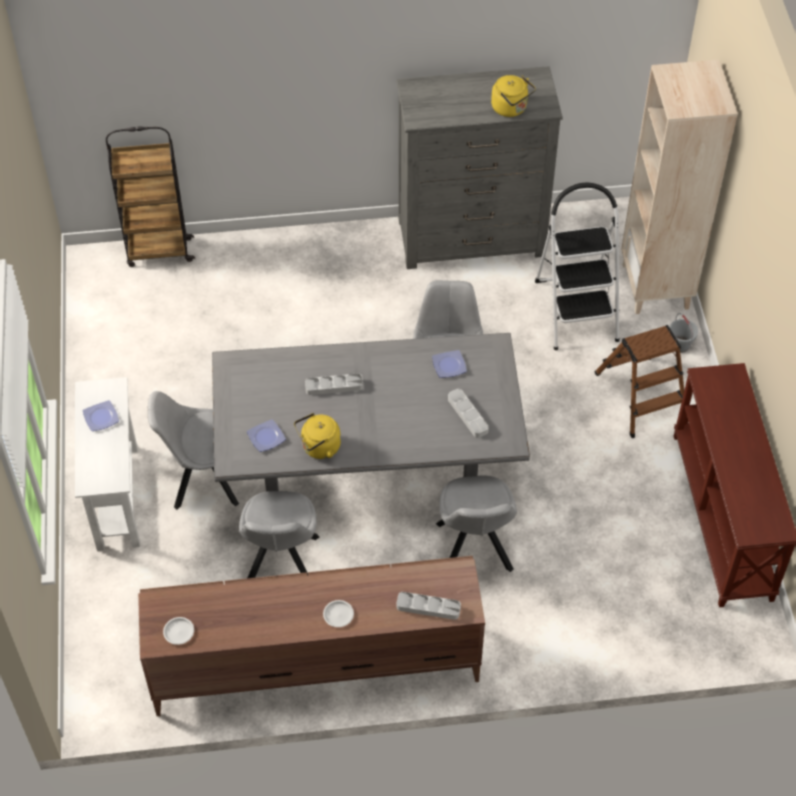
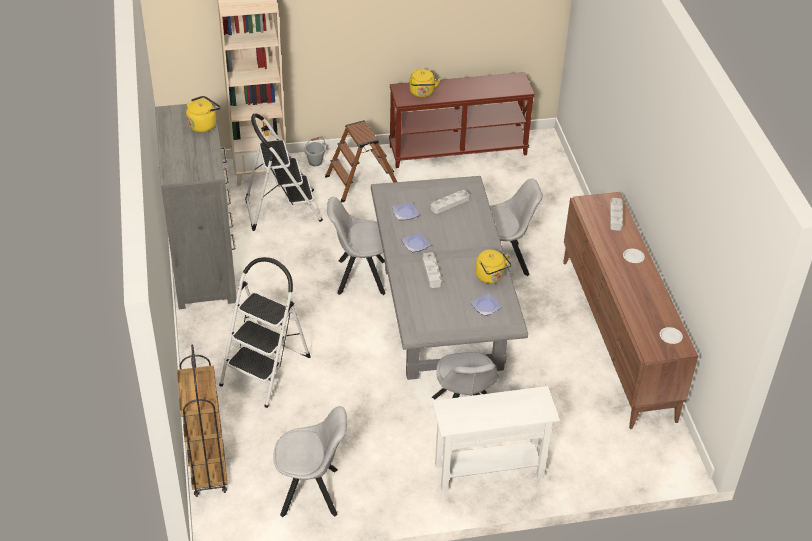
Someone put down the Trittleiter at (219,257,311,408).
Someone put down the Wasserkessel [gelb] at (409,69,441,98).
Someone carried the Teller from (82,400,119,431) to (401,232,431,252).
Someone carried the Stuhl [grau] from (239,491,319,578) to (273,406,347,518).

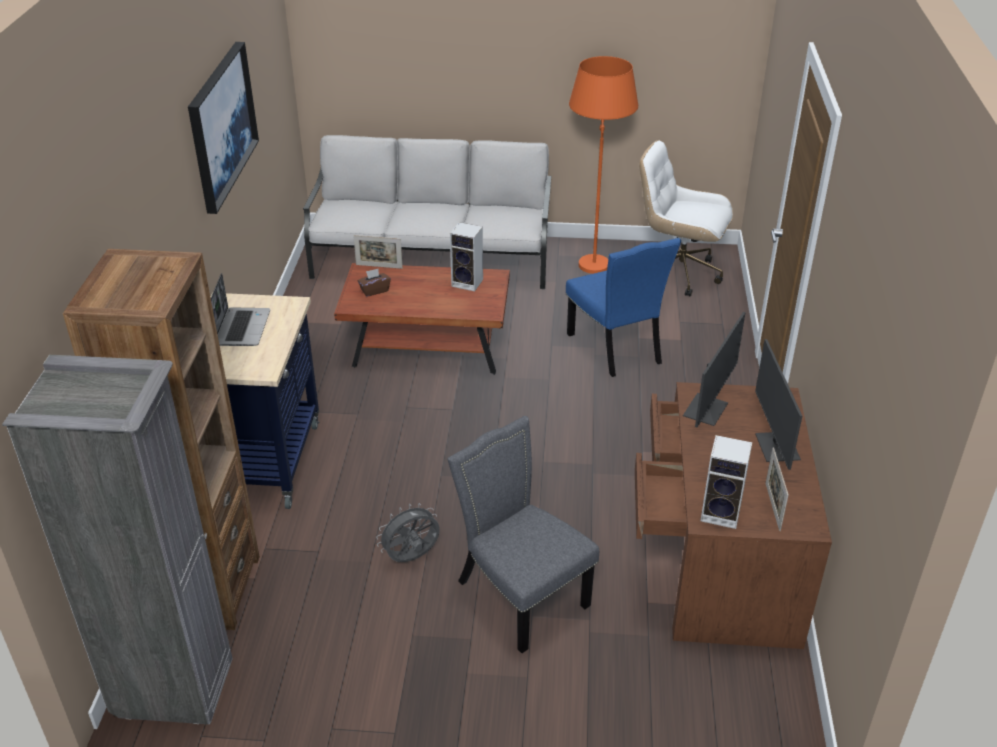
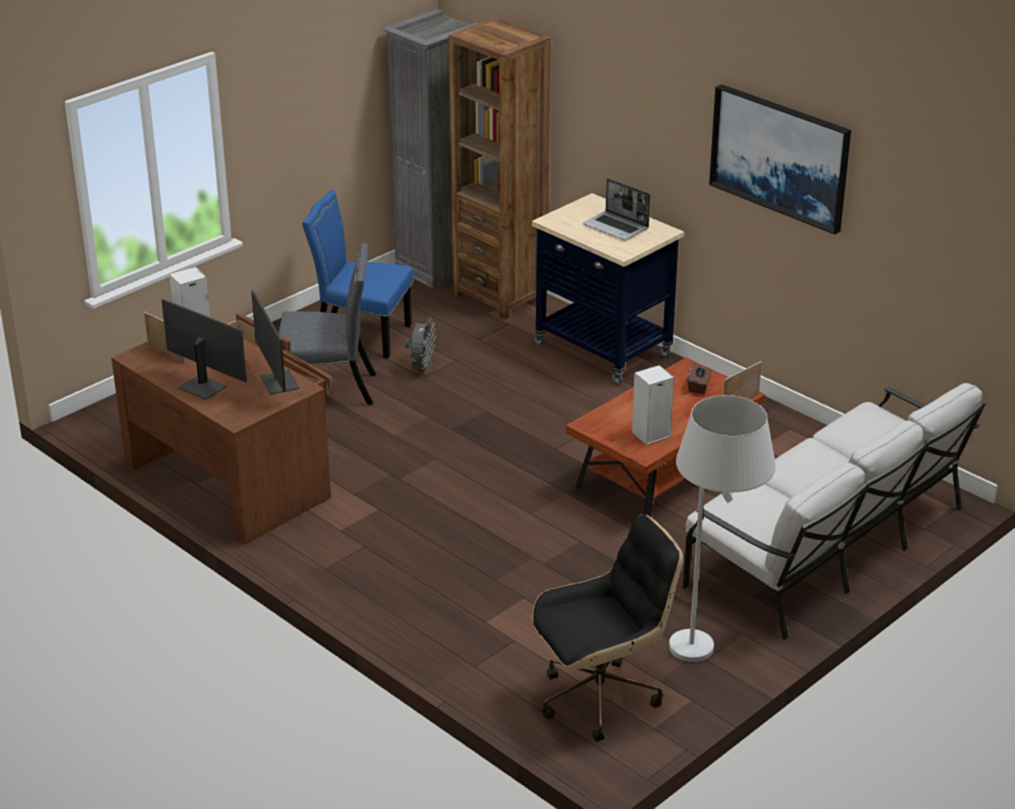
Someone carried the Stuhl [blau] from (565,238,681,377) to (302,190,414,359).
Someone repainted the Stehlampe [orange] at (569,56,638,274), which became the Stehlampe [weiß] at (669,395,776,662).
Someone repainted the Bürostuhl [weiß] at (639,140,733,297), which became the Bürostuhl [schwarz] at (532,514,683,742).

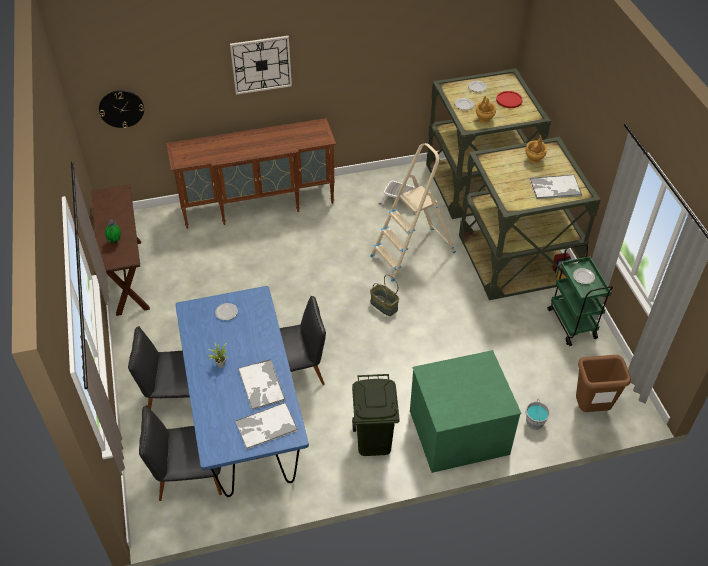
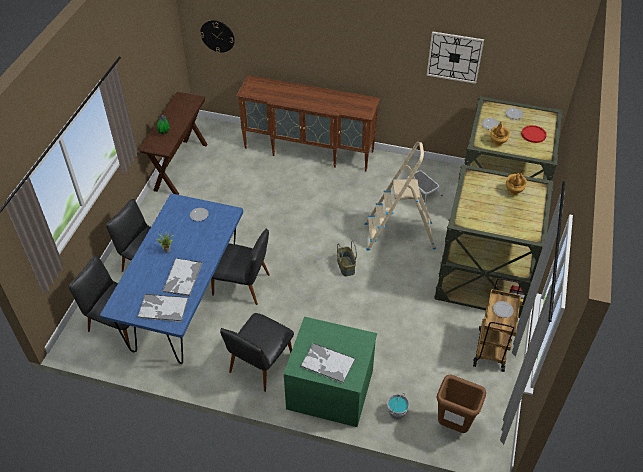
Someone carried the Wanduhr from (230,36,292,95) to (427,31,484,84).
Someone carried the Tablett from (529,175,582,199) to (300,343,355,384).
Someone swapped the Mülleimer [grün] at (352,374,400,456) for the Stuhl [schwarz] at (220,313,294,392).
Someone repainted the Rollwagen [grün] at (547,244,613,346), which became the Rollwagen [braun] at (473,278,521,372).

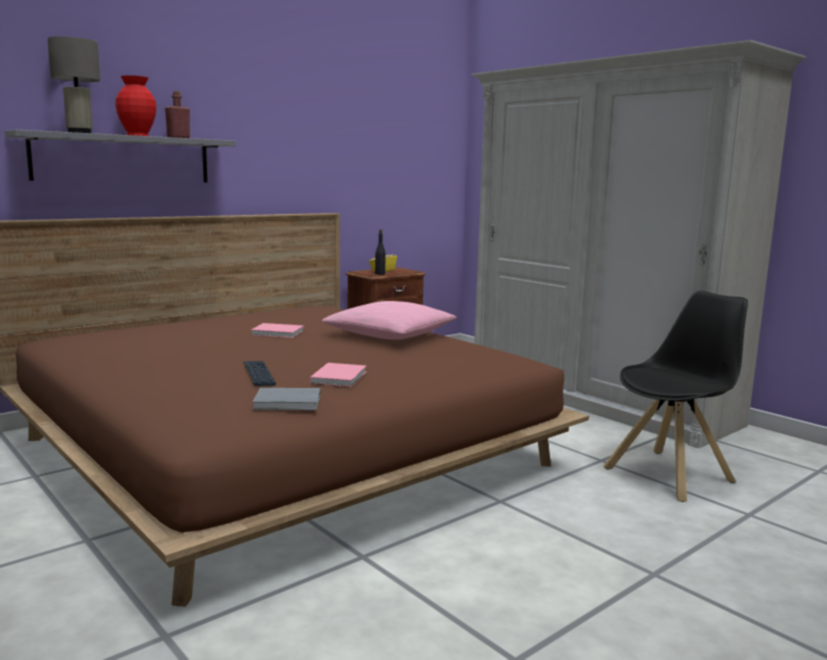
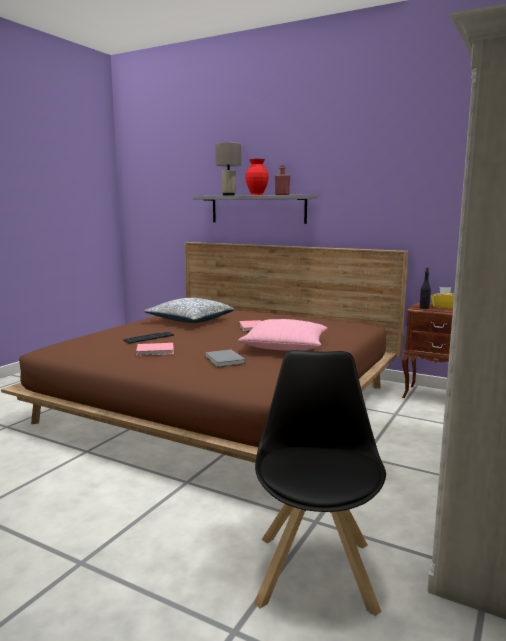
Someone put down the Kissen at (144,298,234,323).
Someone carried the Buch [grau] from (252,388,320,410) to (205,350,245,367).
Someone rotated the Stuhl [schwarz] at (604,291,748,502) by 120 degrees counterclockwise.

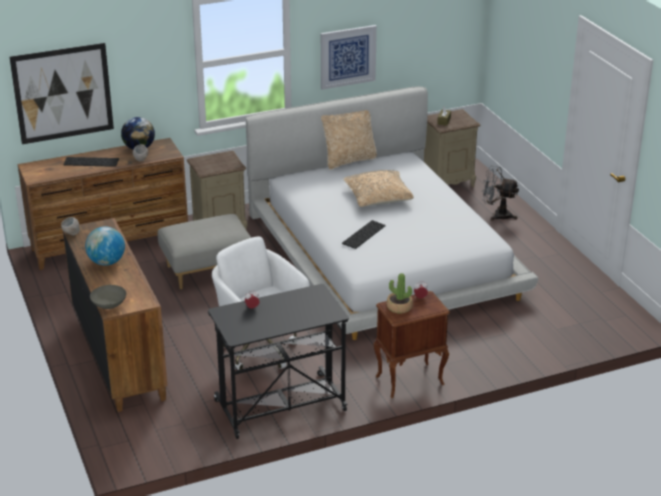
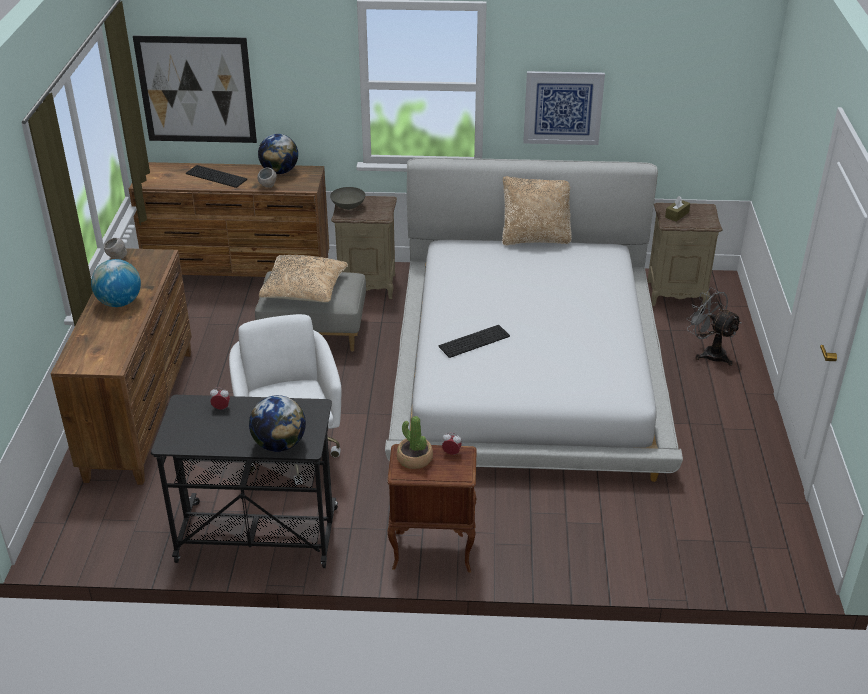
Someone put down the Globus at (249,395,306,452).
Someone carried the Schüssel [grau] from (90,285,126,309) to (330,187,365,210).
Someone carried the Kissen [beige] from (343,170,414,207) to (258,255,348,303).

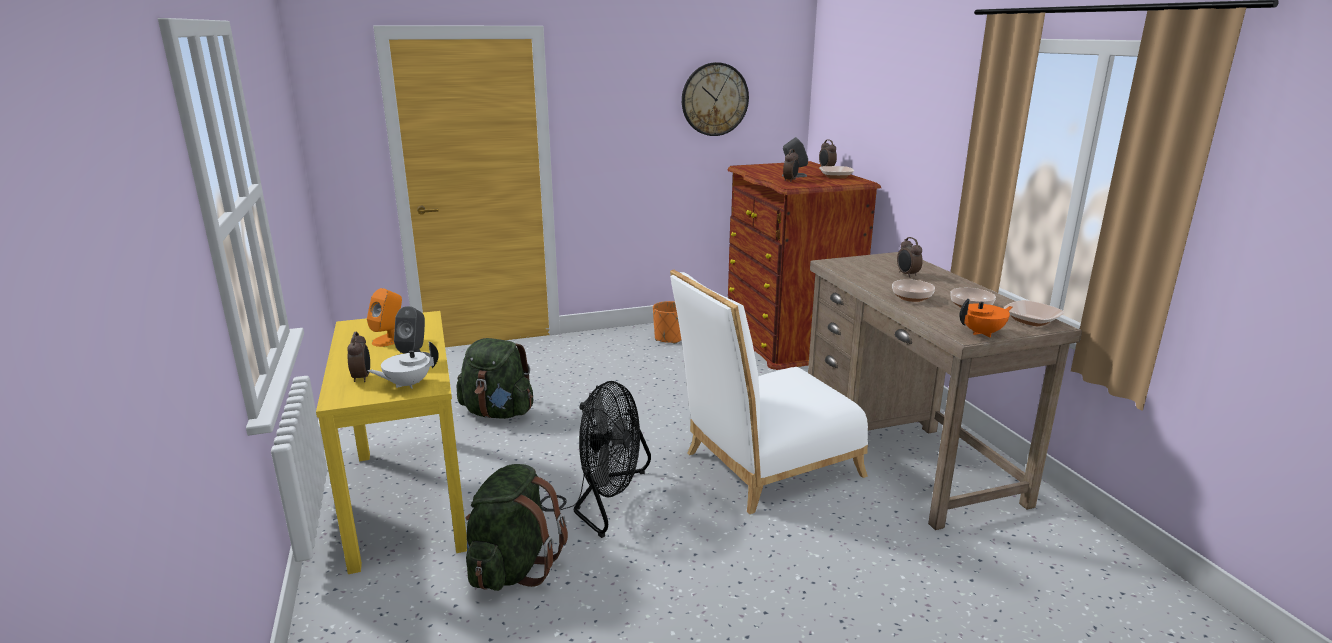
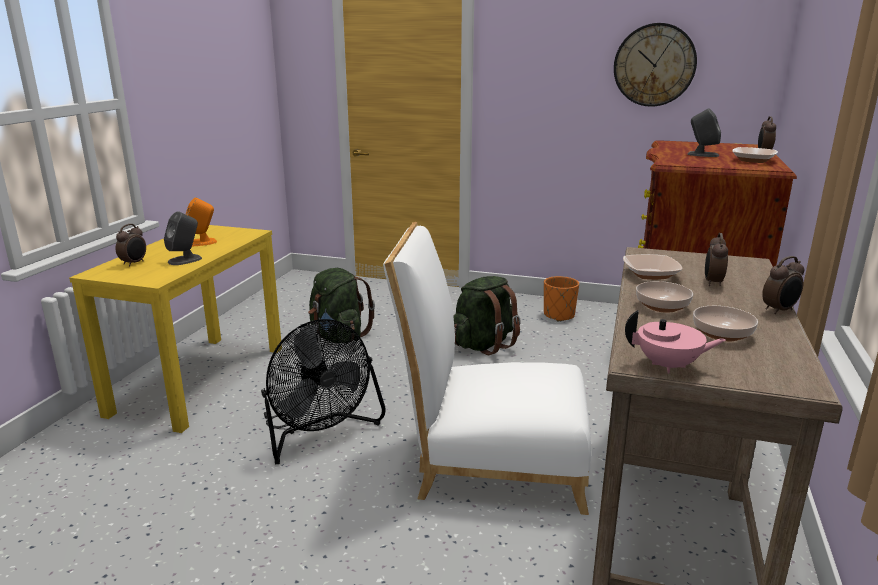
Someone took away the Teekanne [weiß] at (368,341,439,389).
Someone carried the Rucksack [grün] from (466,464,568,591) to (453,276,521,355).
Someone carried the Wecker from (783,149,799,182) to (762,256,805,314).
Someone carried the Schüssel from (1003,300,1064,326) to (623,254,682,280).
Someone repainted the Teekanne [orange] at (960,299,1012,338), which became the Teekanne [rosa] at (625,310,726,373).

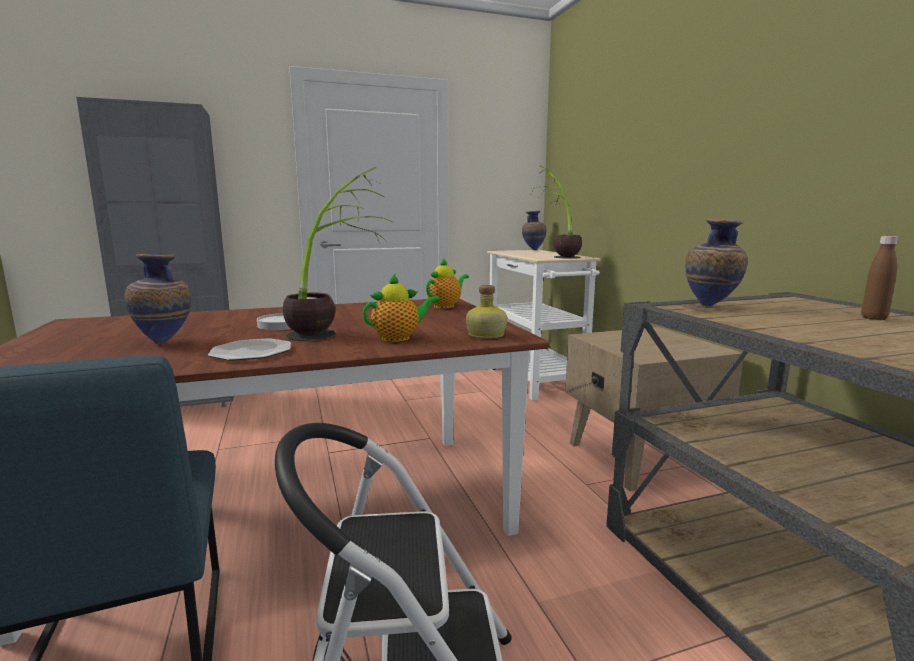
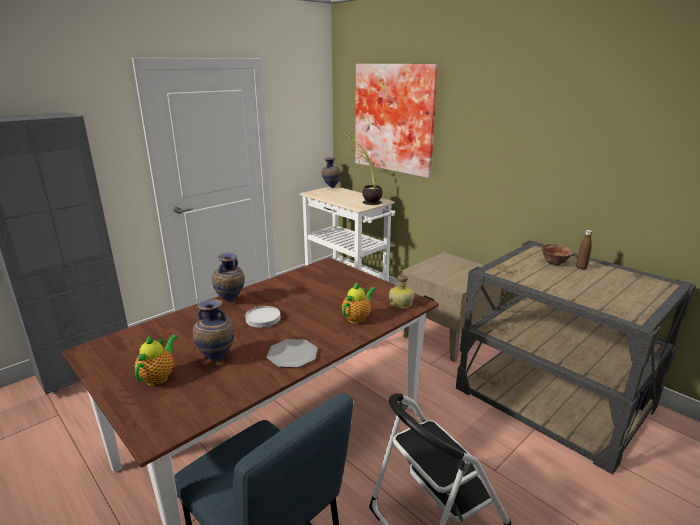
Someone took away the Topfpflanze at (283,167,394,341).
Someone put up the Bild at (355,64,438,178).
Someone put down the Schüssel at (542,244,573,265).
Someone carried the Teekanne from (426,258,469,308) to (134,335,178,386).
Someone carried the Vase from (685,218,748,307) to (212,253,245,301).

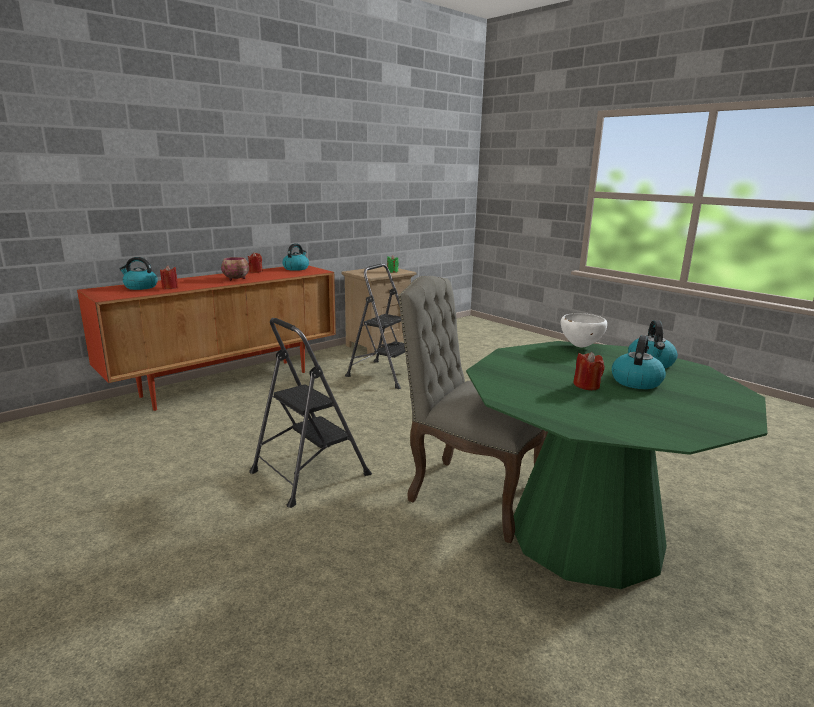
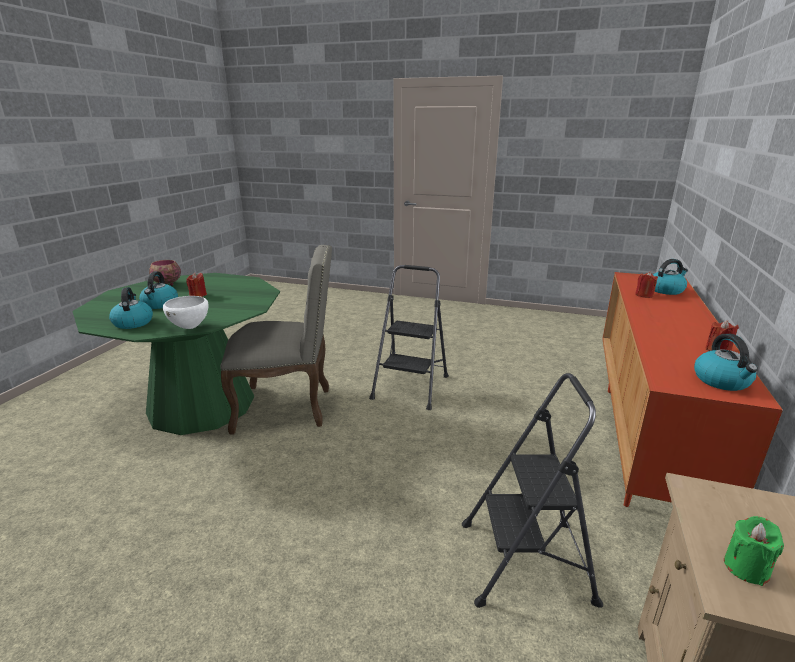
Someone carried the Schüssel from (221,257,249,280) to (149,260,181,286).

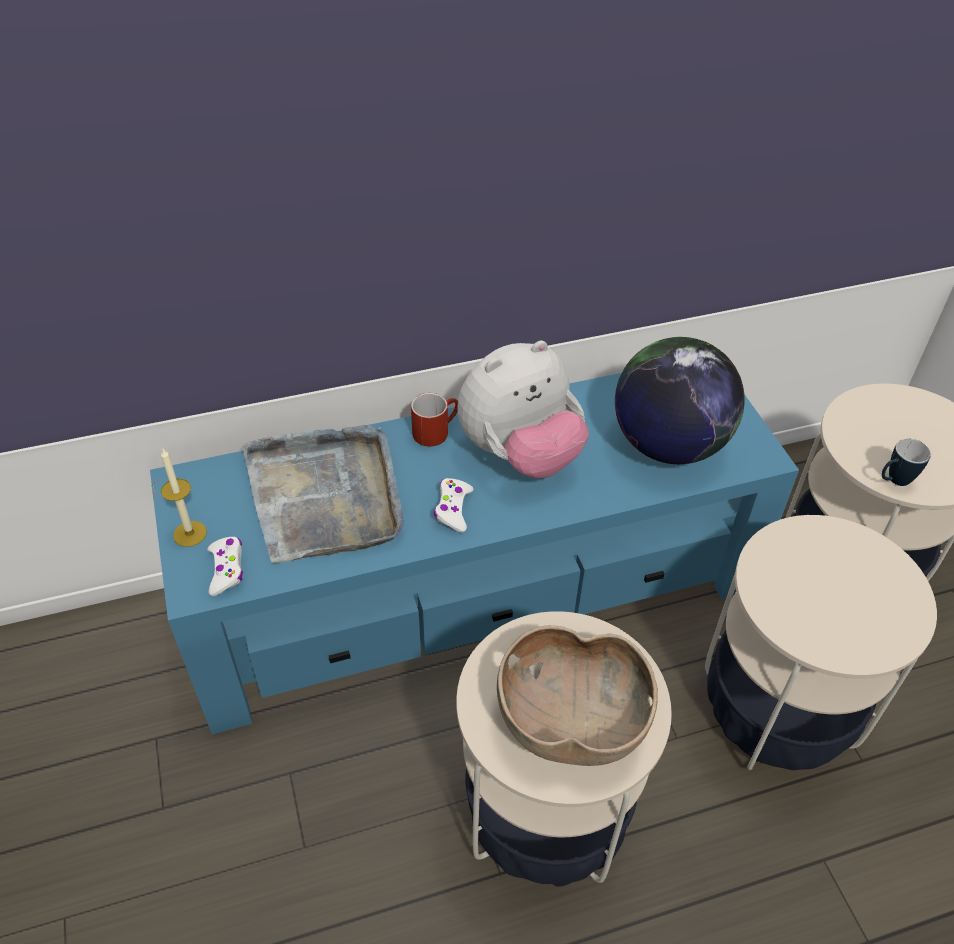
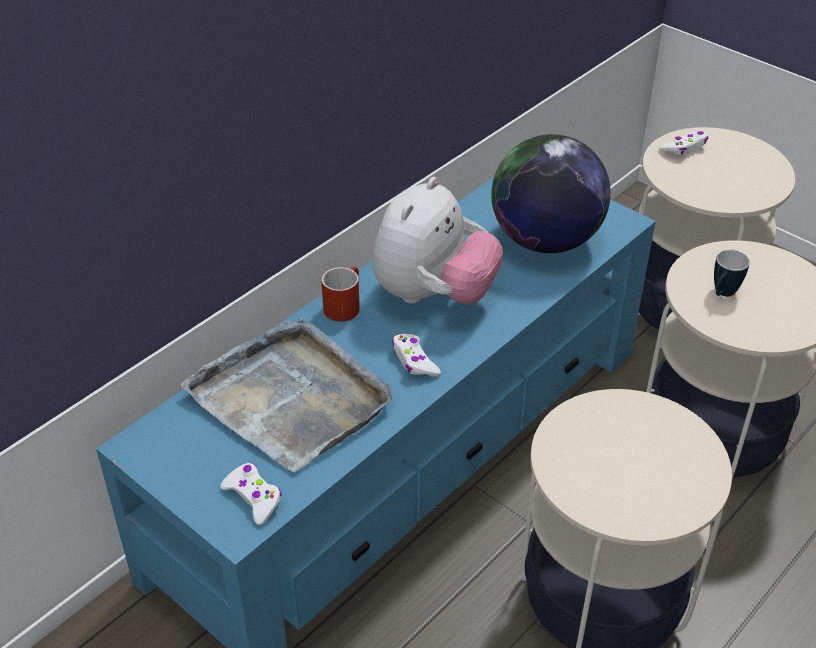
Someone took away the Kerze at (161,449,207,547).
Someone took away the Schüssel [braun] at (497,625,658,766).
Someone put down the Gamepad [weiß] at (659,131,708,155).
Someone carried the Henkelbecher from (882,438,931,486) to (714,250,750,297).

